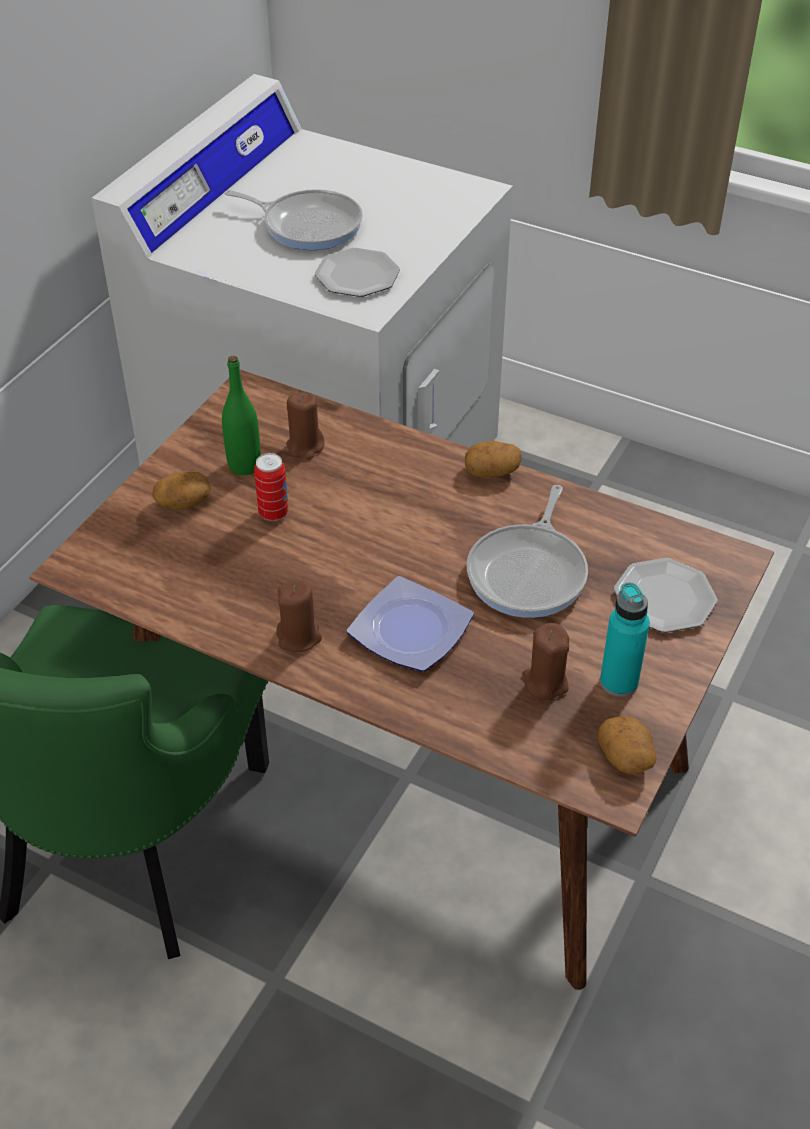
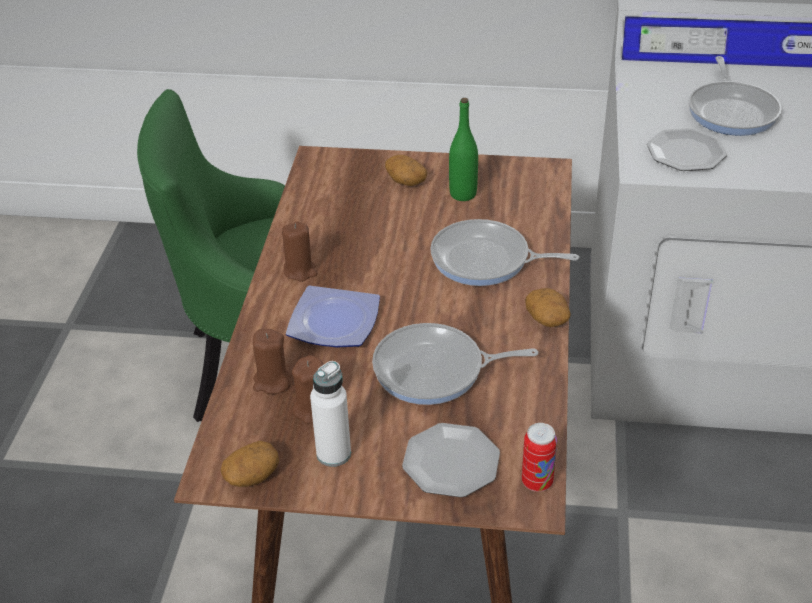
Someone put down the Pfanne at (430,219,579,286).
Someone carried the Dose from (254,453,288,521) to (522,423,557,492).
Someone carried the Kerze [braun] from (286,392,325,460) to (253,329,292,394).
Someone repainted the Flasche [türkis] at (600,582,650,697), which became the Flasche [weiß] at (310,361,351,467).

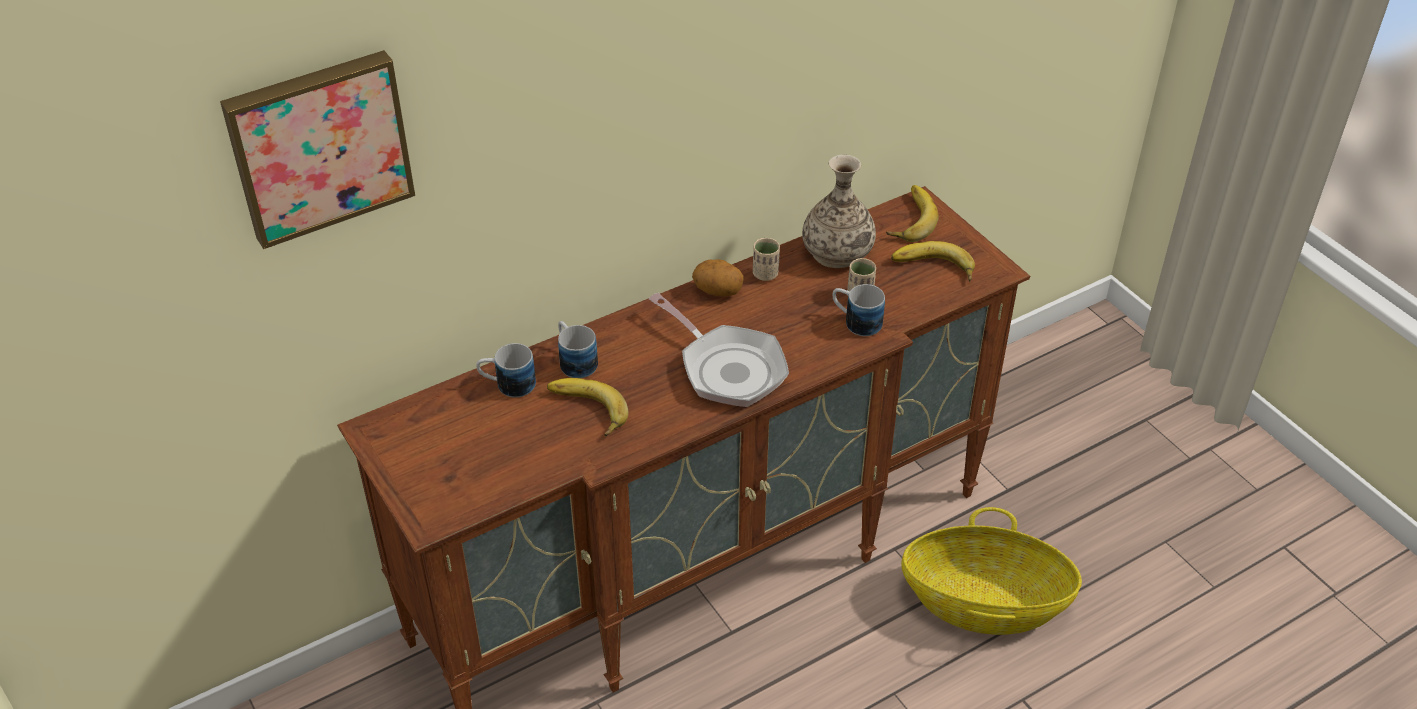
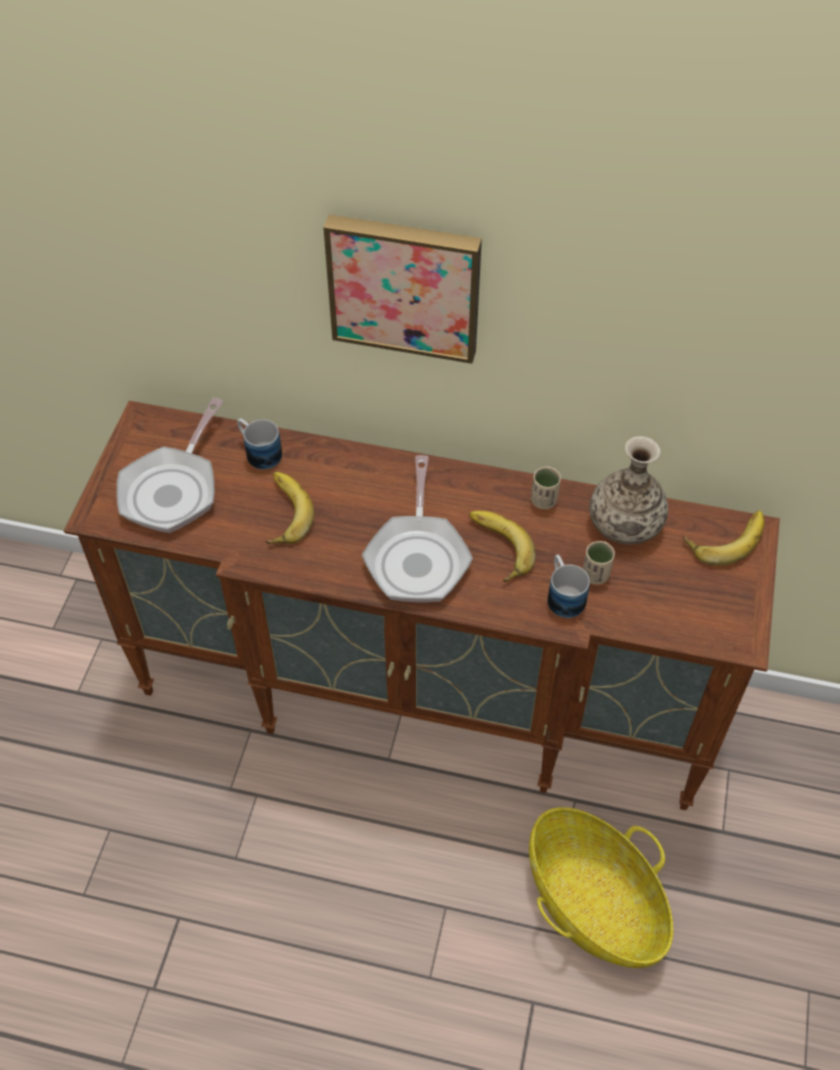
Someone took away the Henkelbecher at (558,321,598,378).
Someone took away the Kartoffel at (692,259,744,296).
Someone put down the Pfanne at (117,398,223,533).
Someone carried the Bild from (220,50,415,249) to (323,214,482,364).
Someone carried the Banane from (891,241,975,282) to (469,511,536,582).

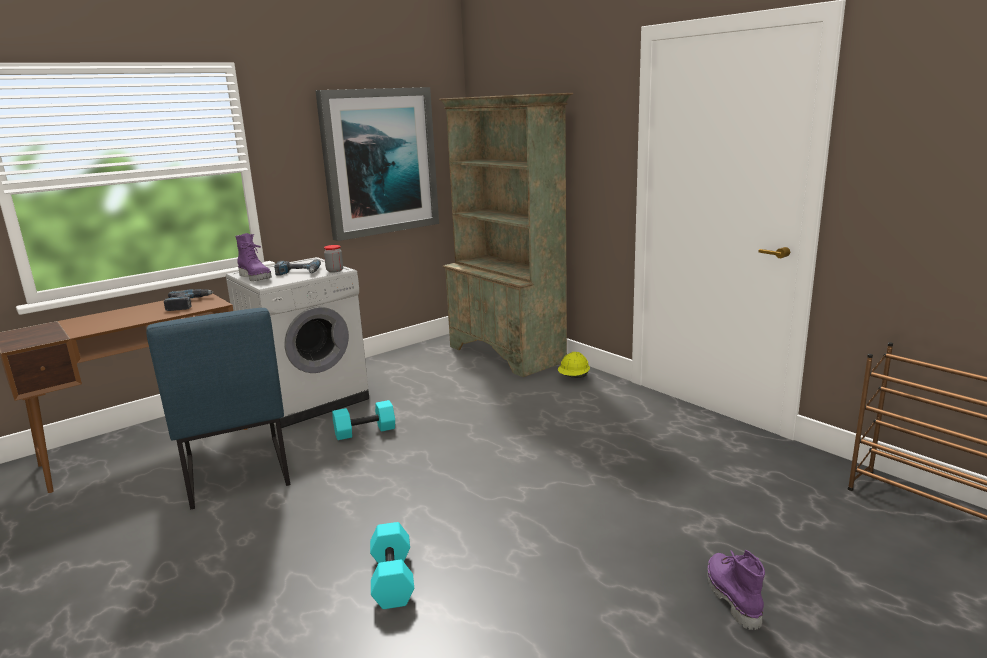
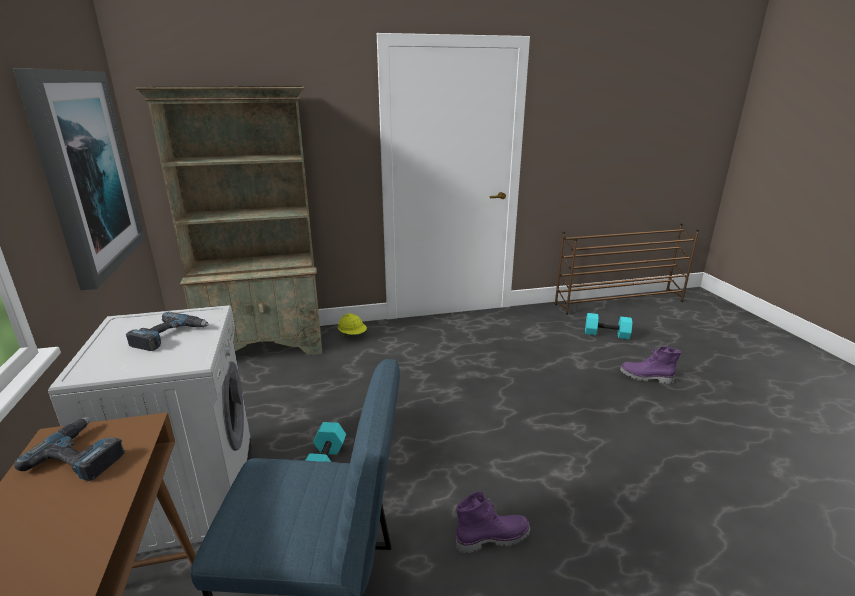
Someone took away the Vorratsglas at (324,245,343,273).
Someone carried the Stiefel [lila] from (235,233,272,281) to (456,491,530,554).
Someone carried the Hantel [türkis] from (370,522,414,609) to (585,313,633,339).

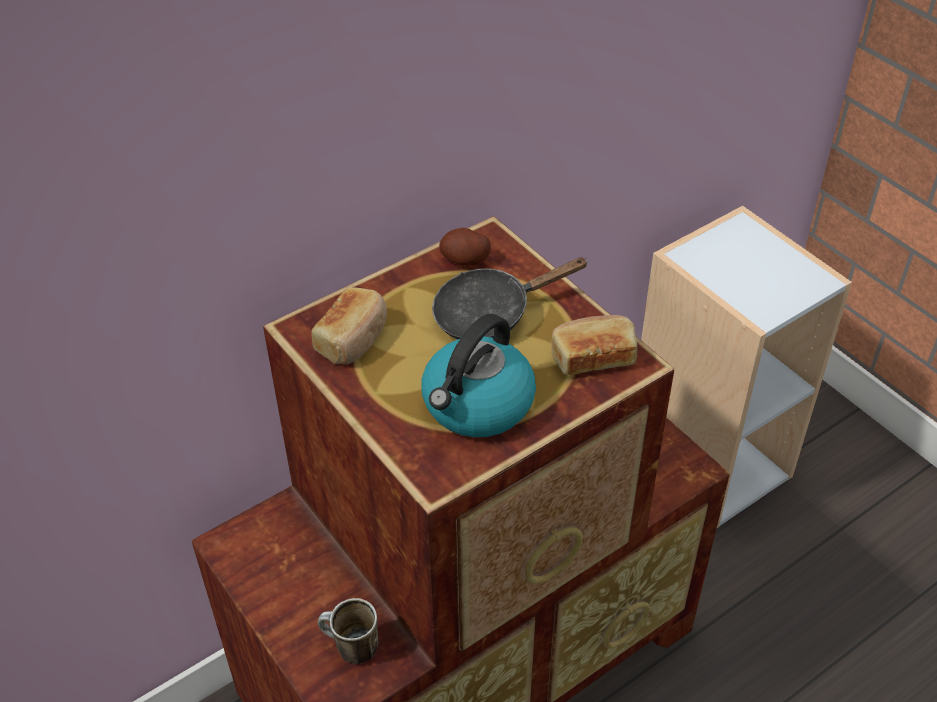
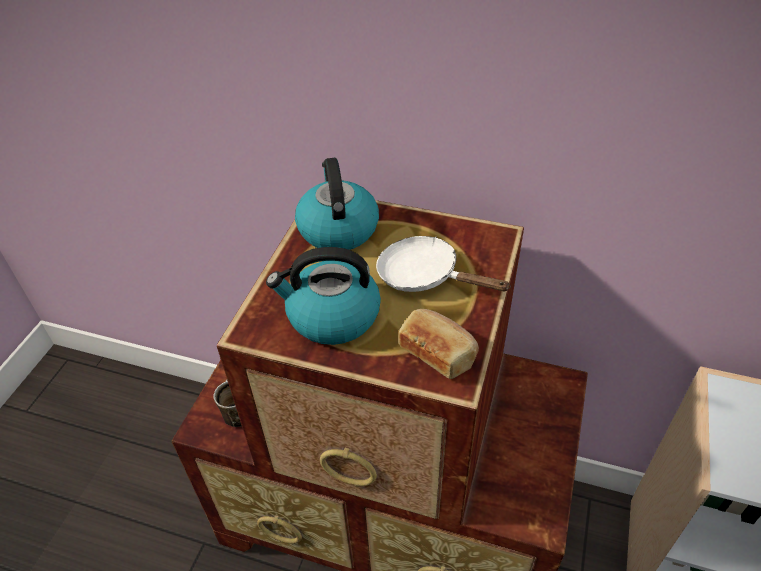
Someone took away the Kartoffel at (439,228,491,266).
Someone swapped the Brot at (311,287,387,365) for the Wasserkessel at (295,158,379,250).
Someone repainted the Pfanne [schwarz] at (432,257,589,339), which became the Pfanne [weiß] at (376,236,511,292).

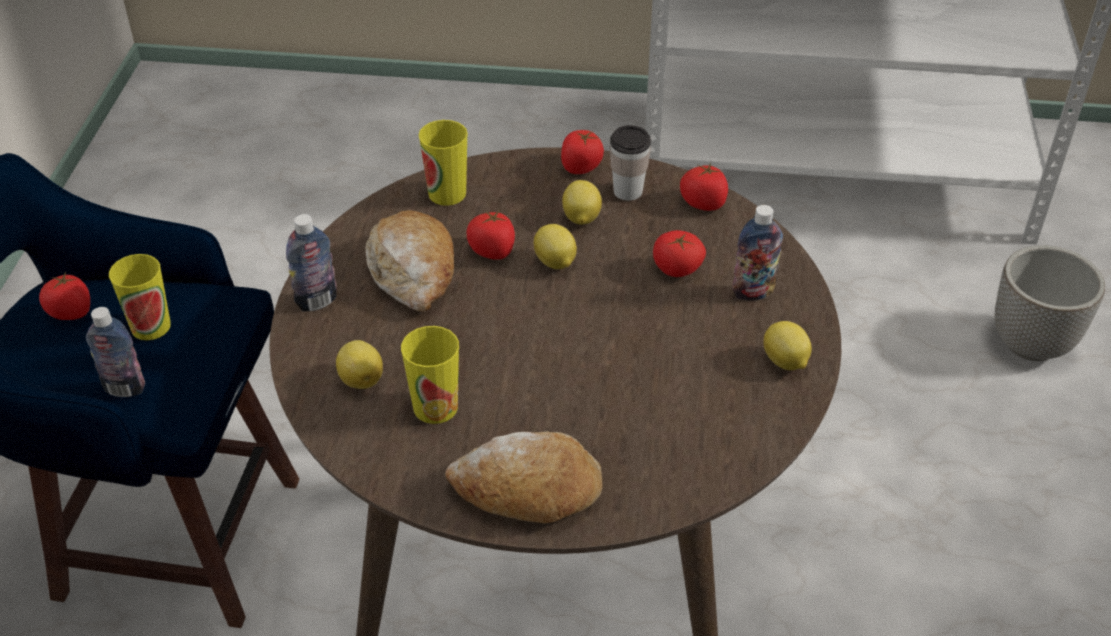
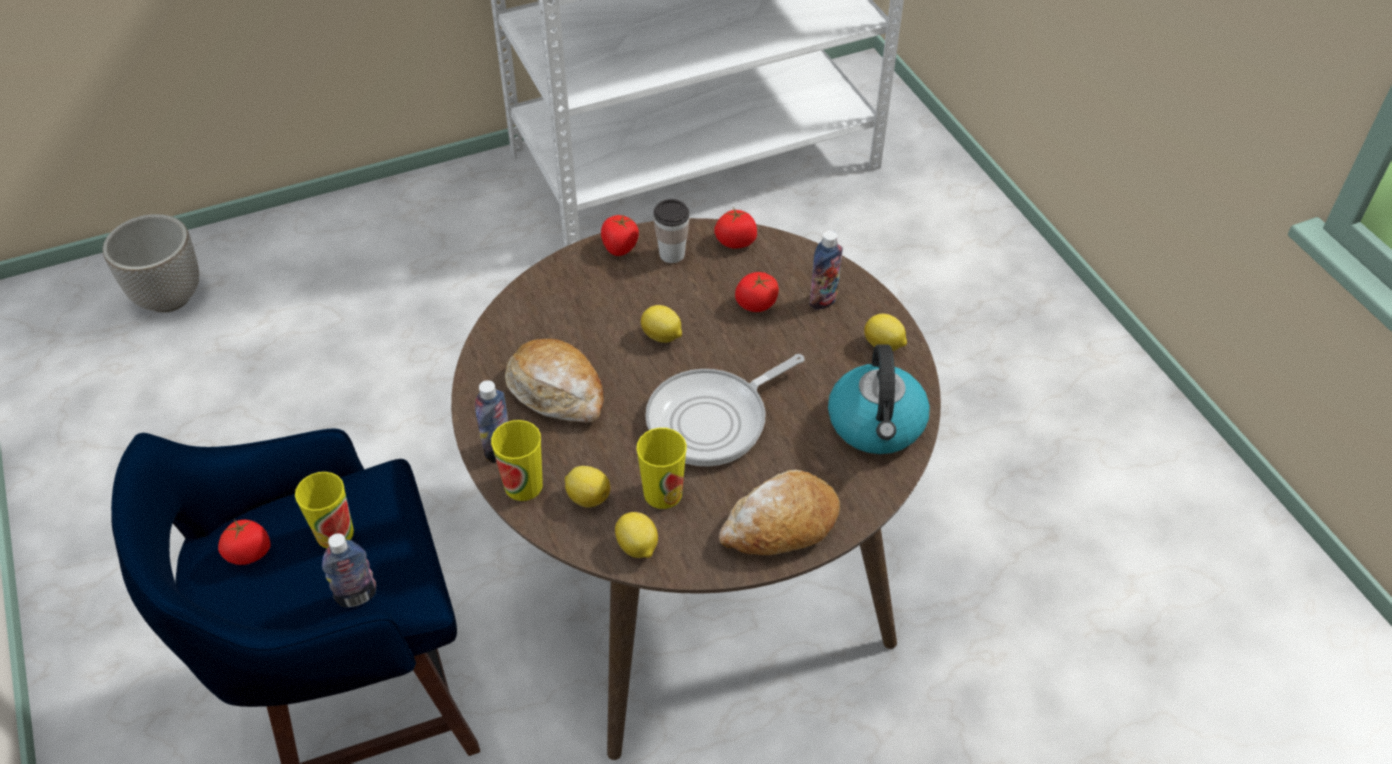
Someone took away the Tomate at (467,209,515,260).
Someone put down the Pfanne at (645,354,804,466).
Someone put down the Wasserkessel at (828,344,930,454).
Someone carried the Tasse from (419,120,468,206) to (491,420,543,501).
Someone carried the Zitrone from (562,180,602,225) to (615,512,658,558).
Someone carried the Pflanzkübel from (995,245,1105,361) to (103,214,199,313).

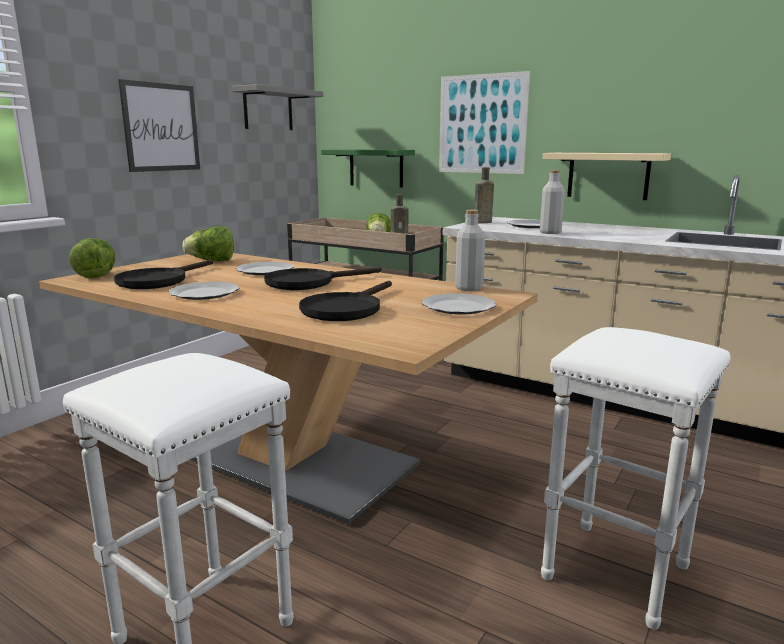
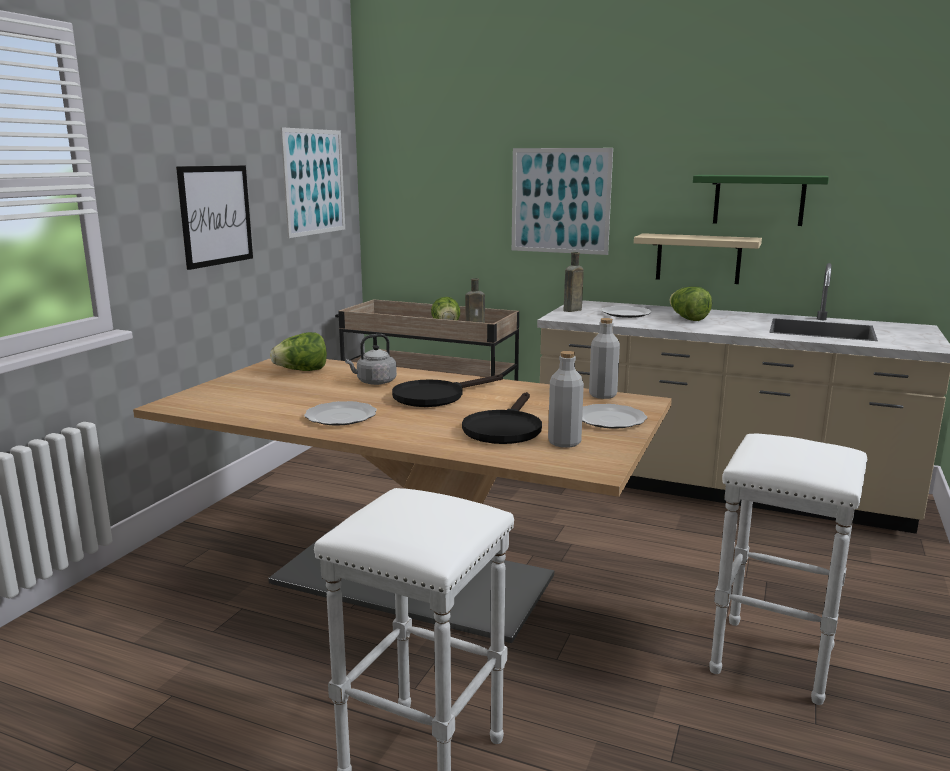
Someone took away the Pfanne [schwarz] at (114,259,213,289).
Someone carried the Salatkopf from (69,238,115,278) to (670,287,712,321).
Someone carried the Wandregal [grün] from (321,149,415,188) to (693,175,829,226).
Someone carried the Flasche [grau] from (540,170,565,234) to (548,351,584,448).
Someone swapped the Wandregal [grau] at (231,84,323,130) for the Bild at (280,127,345,238).
Someone swapped the Teller at (236,262,294,275) for the Wasserkessel [grau] at (345,334,397,385).

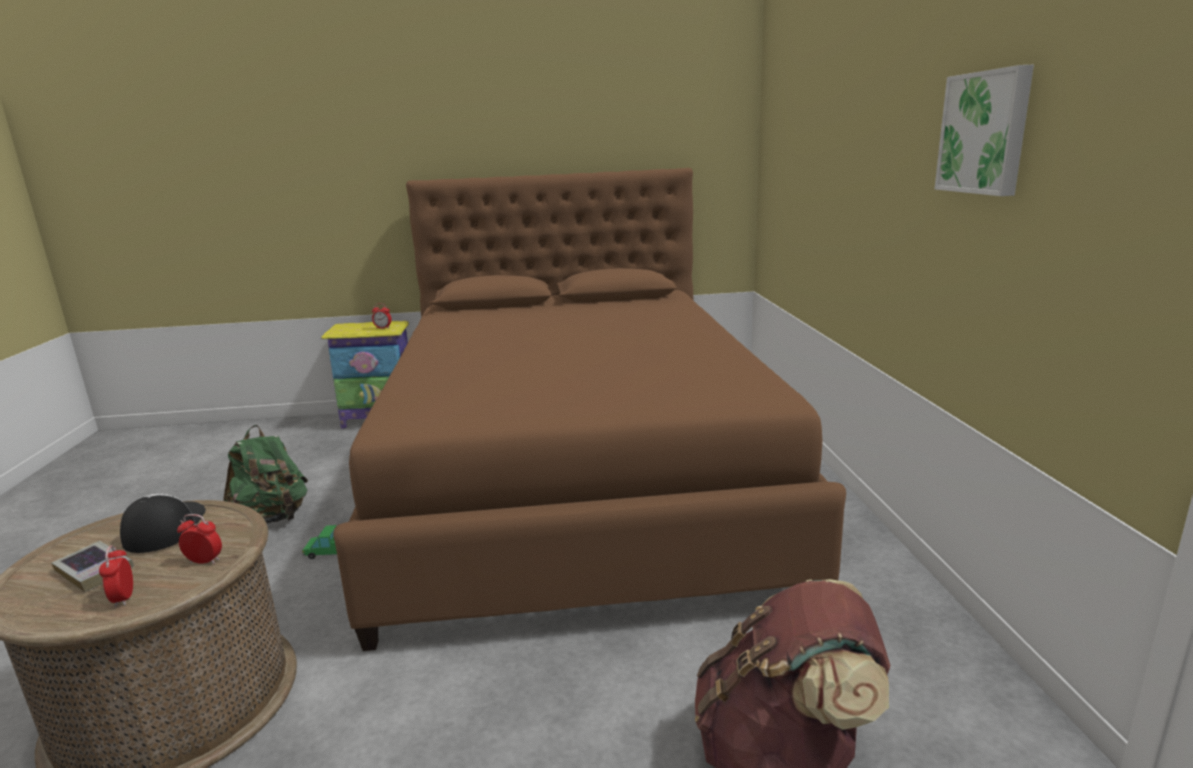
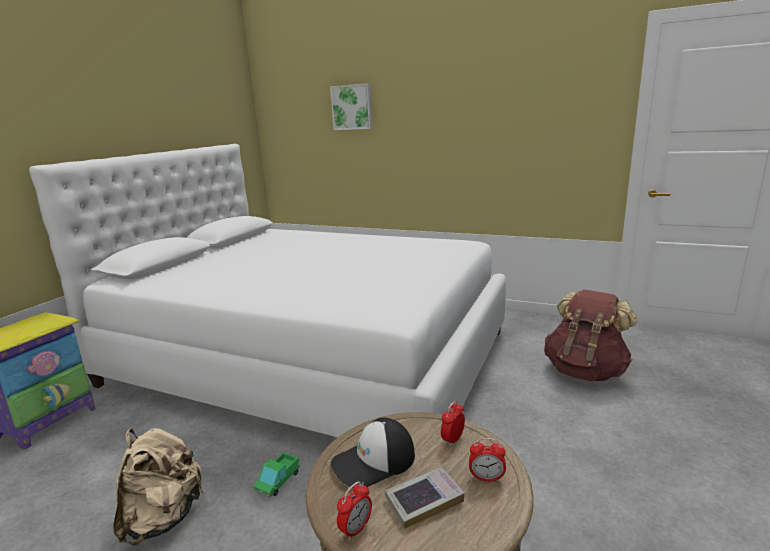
Someone carried the Wecker from (372,303,392,329) to (337,481,372,540).
Someone carried the Bild from (935,65,1034,196) to (330,83,372,130).
Someone repainted the Rucksack [grün] at (223,425,308,523), which became the Rucksack [beige] at (113,428,205,545).
Someone repainted the Bett [braun] at (333,168,846,651), which became the Bett [weiß] at (29,144,506,437).
Someone rotated the Kappe at (120,494,206,553) by 45 degrees counterclockwise.

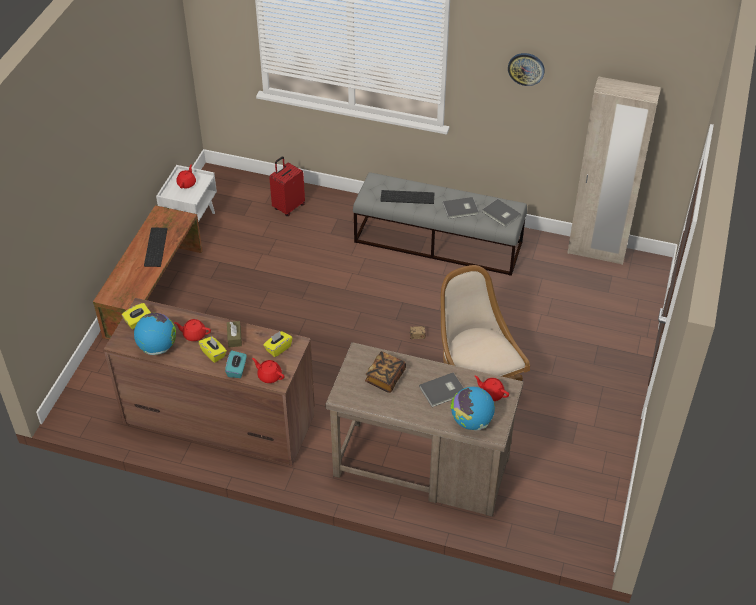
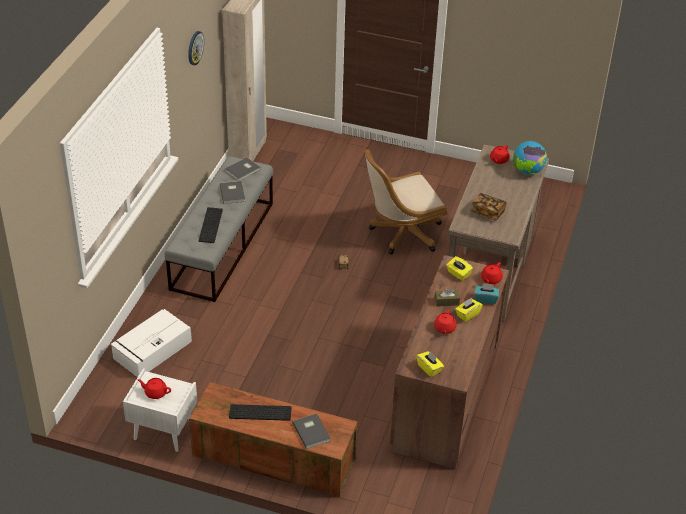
Someone took away the Globus at (134,313,176,355).
Someone carried the Buch [grau] from (419,372,464,407) to (292,413,331,449).
Someone swapped the Koffer [rot] at (269,156,305,216) for the Aufbewahrungsbox [weiß] at (110,309,192,377).

